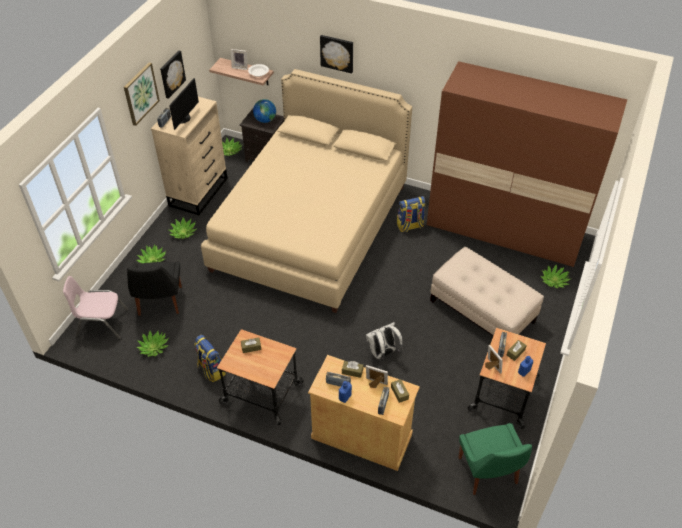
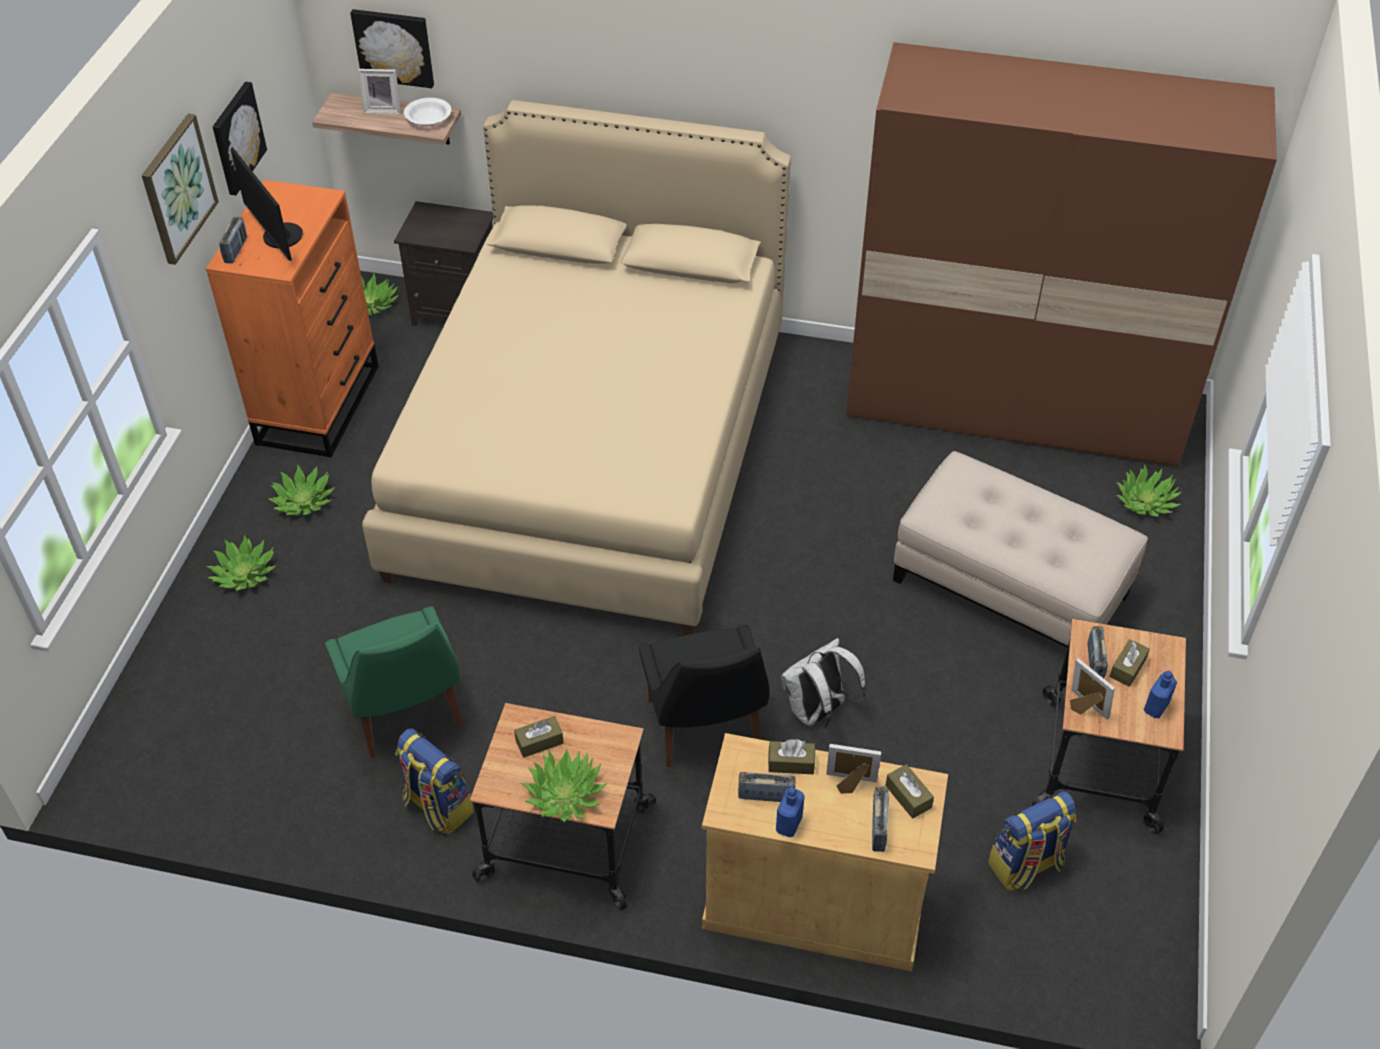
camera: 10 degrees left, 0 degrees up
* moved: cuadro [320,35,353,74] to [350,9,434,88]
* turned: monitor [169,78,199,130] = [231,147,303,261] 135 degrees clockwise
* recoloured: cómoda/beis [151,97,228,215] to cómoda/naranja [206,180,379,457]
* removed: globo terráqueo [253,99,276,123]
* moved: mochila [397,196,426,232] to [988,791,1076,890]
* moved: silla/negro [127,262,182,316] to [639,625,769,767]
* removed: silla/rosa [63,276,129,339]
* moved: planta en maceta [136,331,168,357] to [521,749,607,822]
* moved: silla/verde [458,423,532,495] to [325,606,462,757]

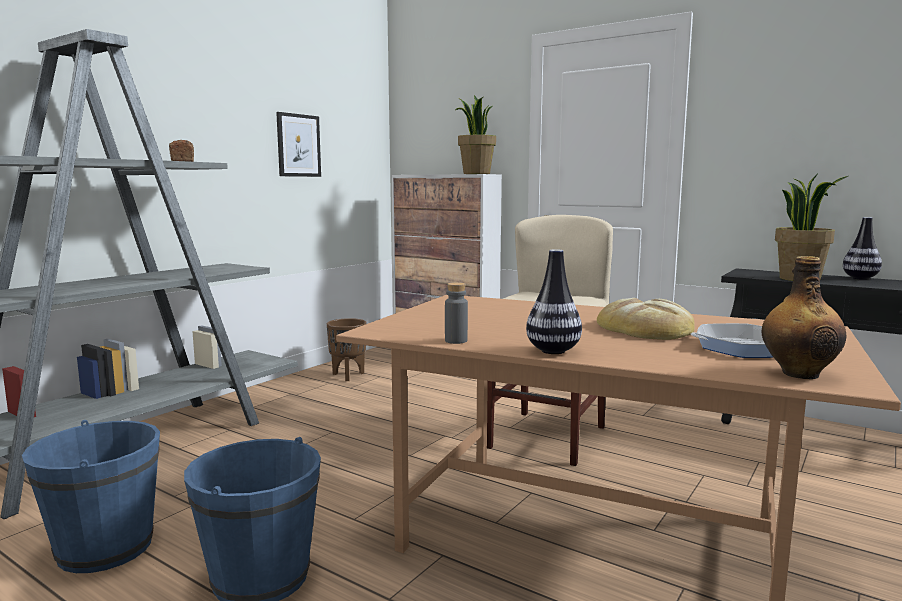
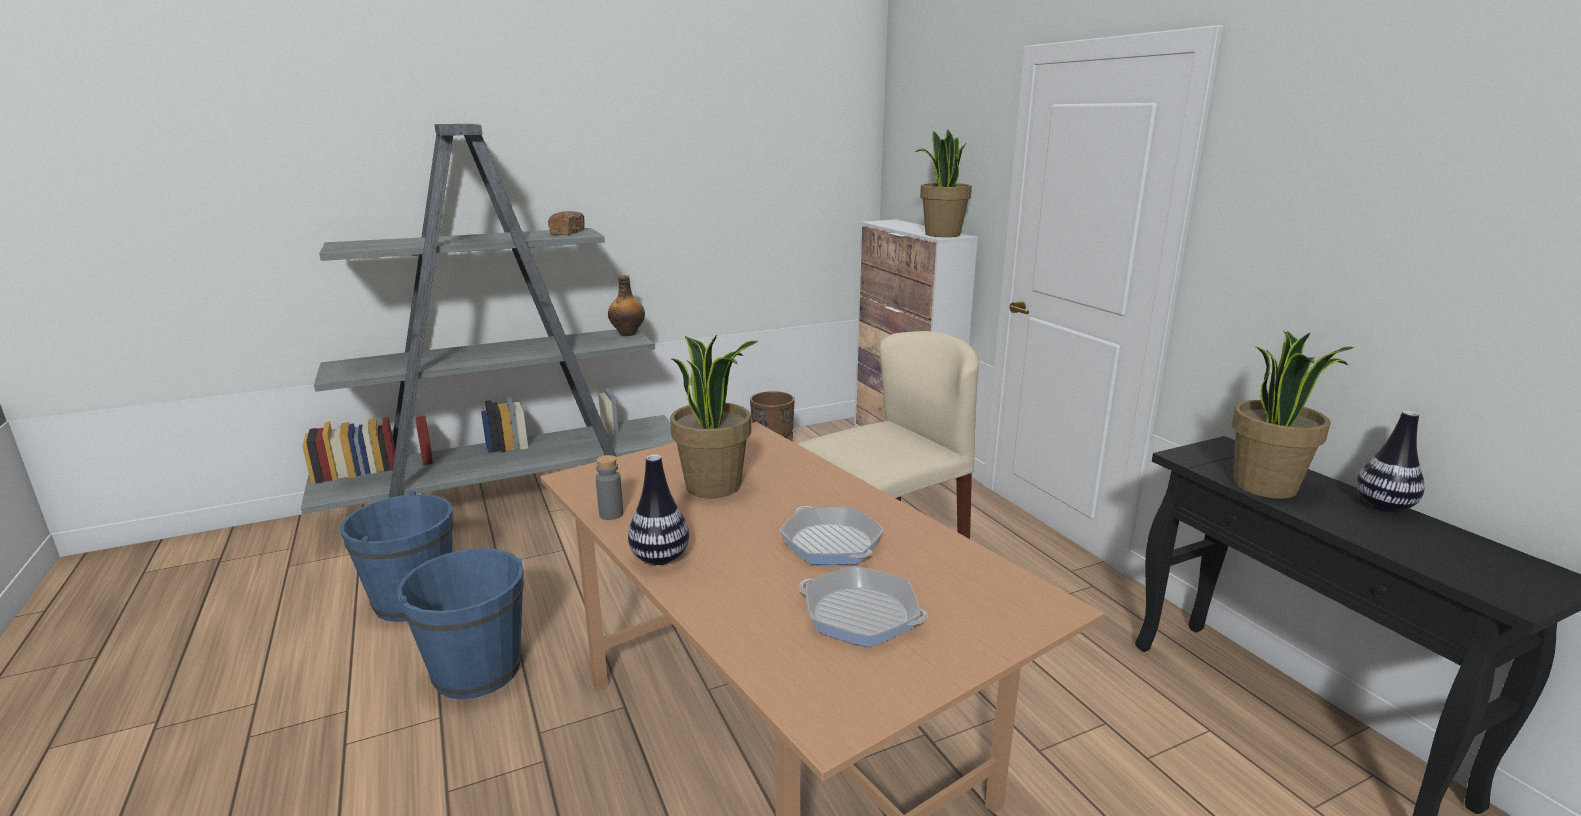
camera: 30 degrees right, 10 degrees up
* removed: cuadro [276,112,321,177]
* moved: botella [762,256,846,379] to [608,275,645,336]
* replaced: pan [597,298,695,340] to sartén [779,506,884,565]
* added: planta en maceta [670,335,758,498]

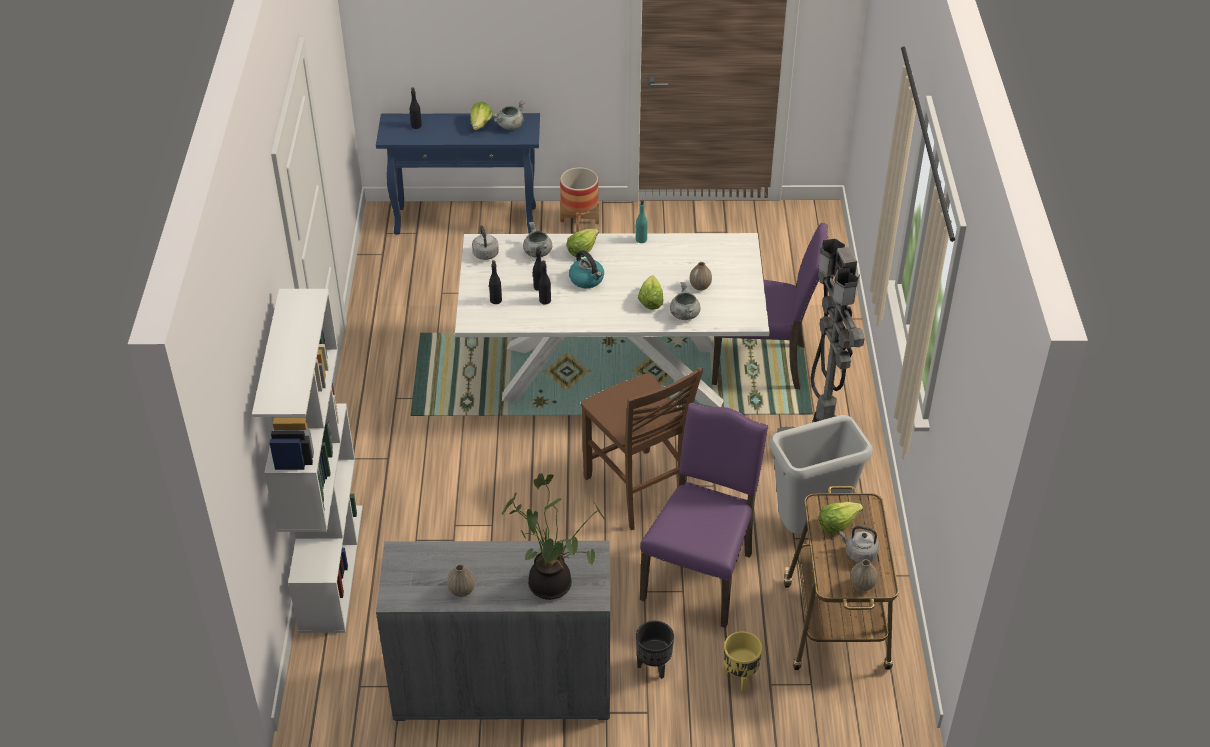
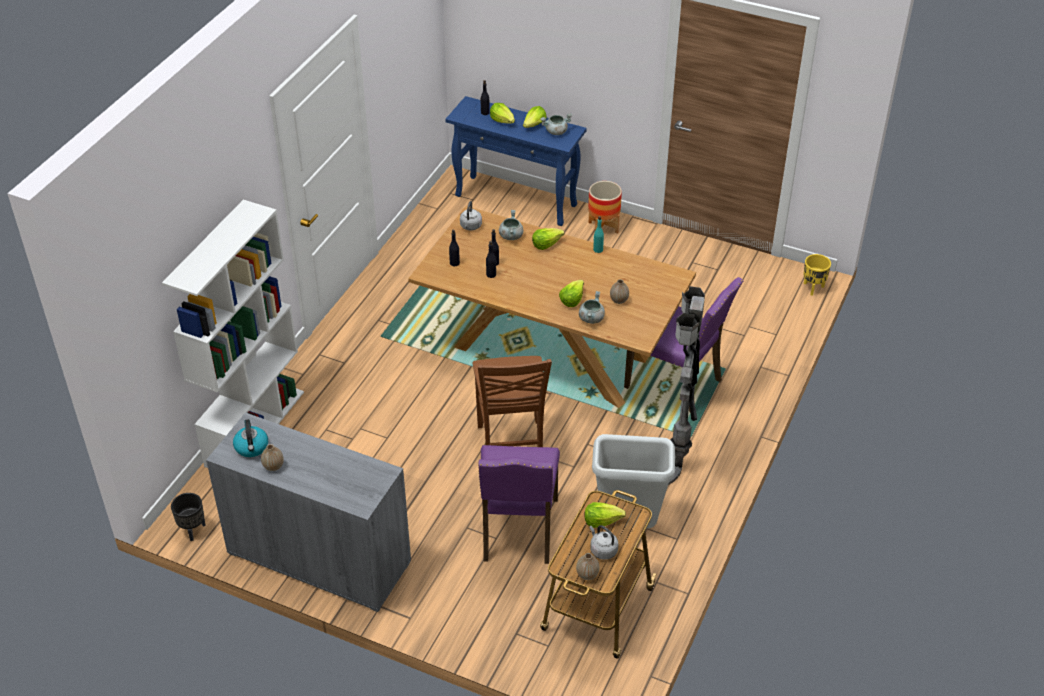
camera: 25 degrees right, 0 degrees up
* recoloured: mesa de comedor/blanco [455,233,769,407] to mesa de comedor/marrón [408,206,696,408]
* moved: hervidor [569,250,604,288] to [233,419,268,457]
* turned: silla/morado [640,403,768,628] = [478,445,560,564] 135 degrees clockwise
* removed: planta en maceta [501,473,606,600]
* moved: maceta/negro [636,621,674,679] to [171,493,206,541]
* moved: maceta/amarillo [724,631,763,691] to [804,254,831,296]
* added: lechuga [490,103,515,124]

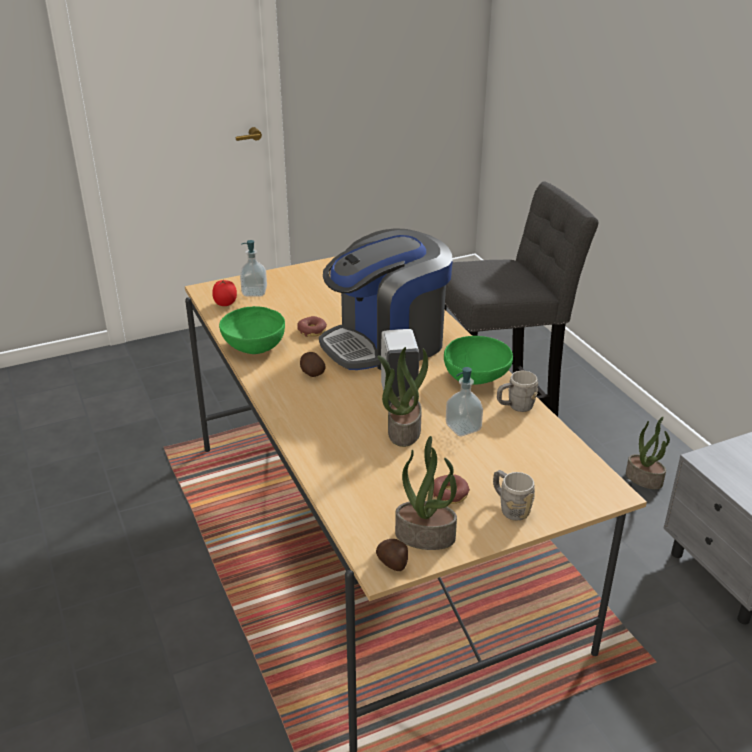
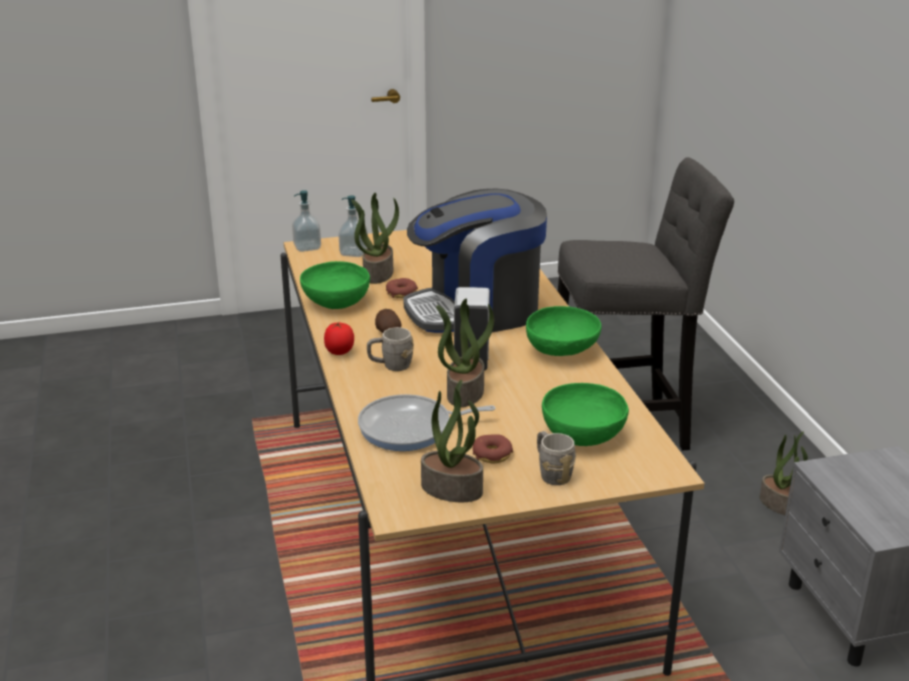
camera: 10 degrees right, 5 degrees down
* moved: tomate [212,280,237,306] to [324,322,354,355]
* moved: dispensador de jabón [446,367,483,437] to [292,190,321,252]
* moved: taza grande/gris [497,371,538,412] to [367,327,414,371]
* removed: patata [376,539,408,571]
* added: planta en maceta [351,193,399,284]
* added: cuenco/verde [542,383,629,446]
* added: sartén [358,394,496,451]

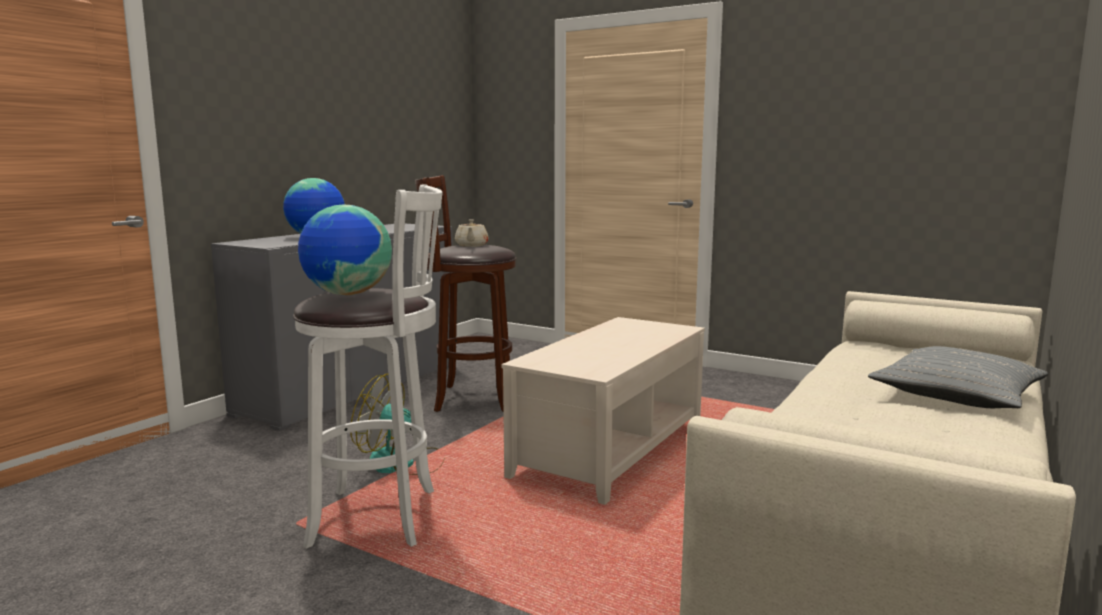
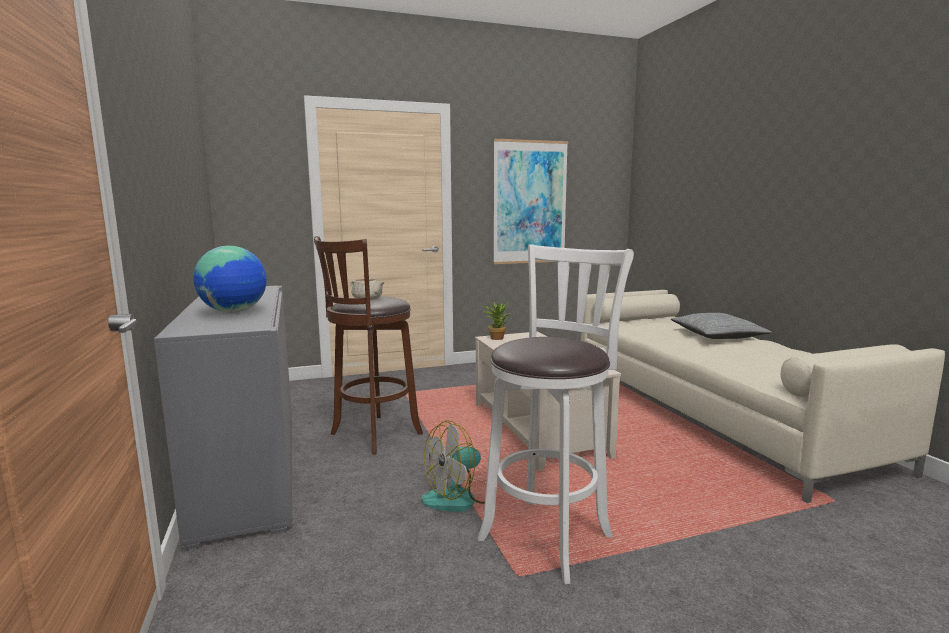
camera: 50 degrees left, 0 degrees up
* removed: globo terráqueo [298,204,392,295]
* added: cuadro [493,139,568,264]
* added: planta en maceta [484,302,510,340]

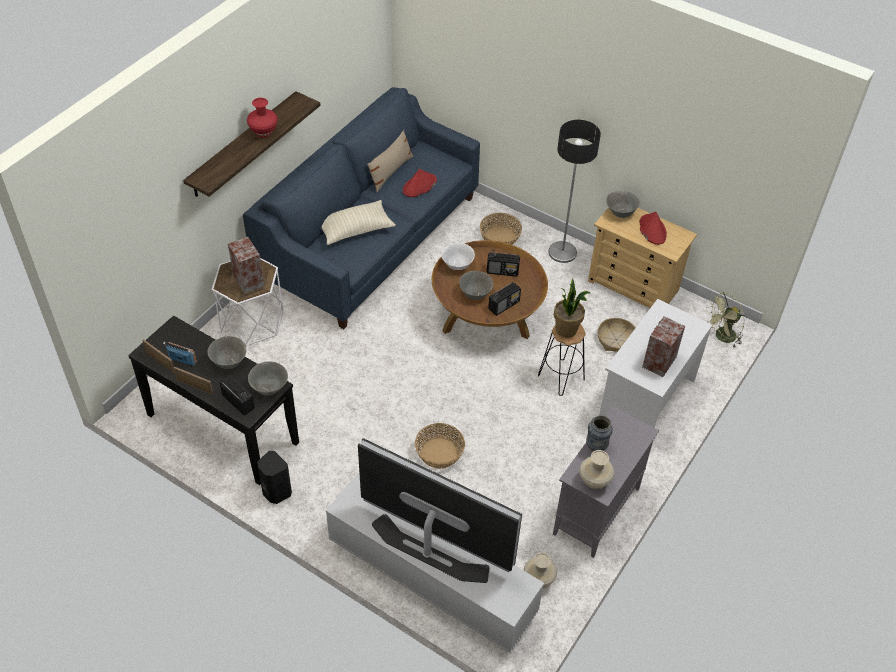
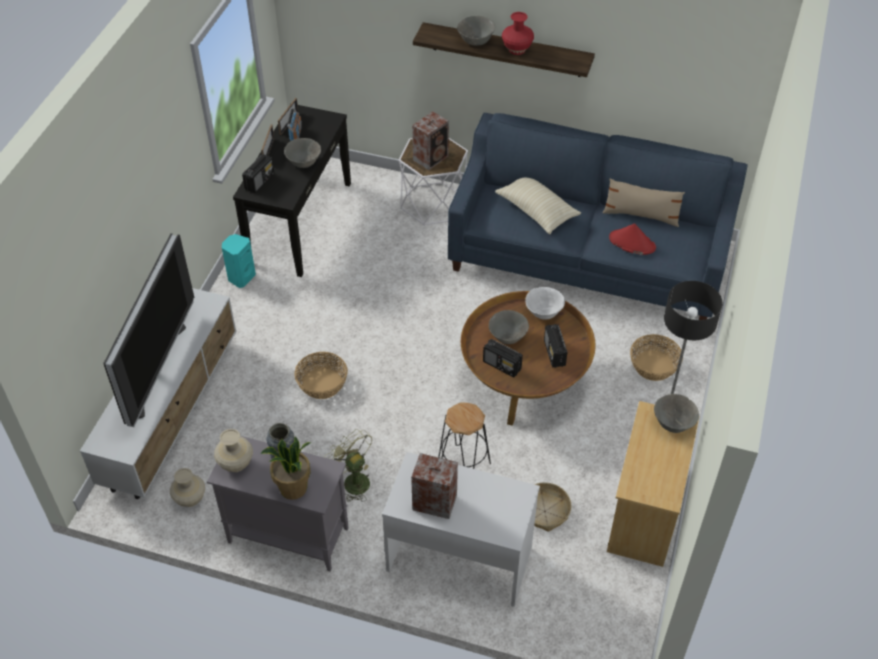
camera: 75 degrees right, 0 degrees up
* removed: sombrero/rojo [639,212,667,245]
* moved: planta en maceta [554,278,591,338] to [260,436,311,500]
* moved: ventilador/verde [706,292,745,348] to [324,429,372,501]
* moved: cuenco/gris [248,361,288,395] to [457,16,495,45]
* recoloured: altavoz/negro [257,451,292,504] to altavoz/turquesa [222,234,256,288]

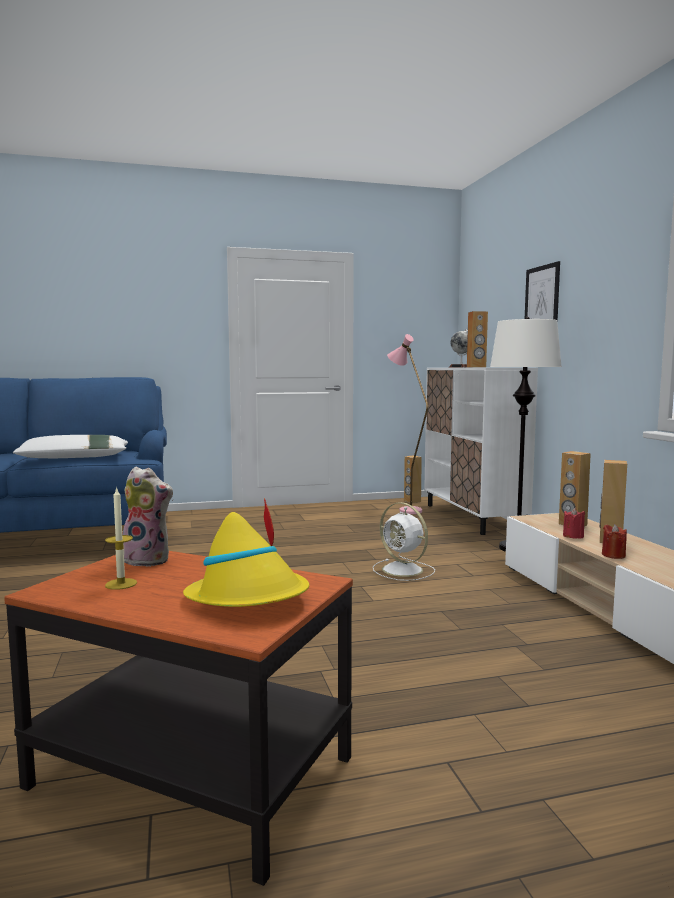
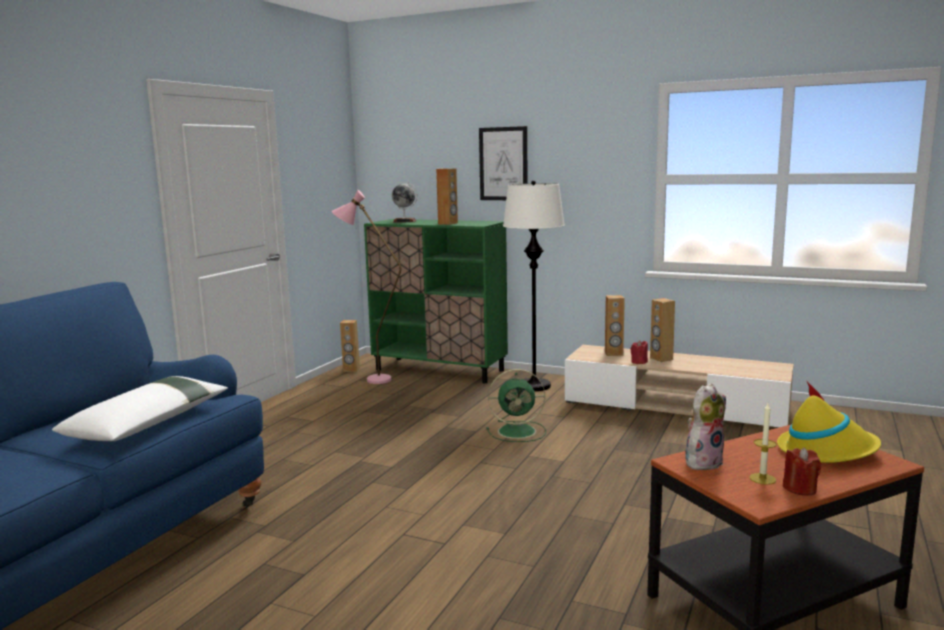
camera: 50 degrees left, 5 degrees up
* recoloured: armario/blanco [424,368,538,535] to armario/verde [364,219,508,383]
* recoloured: ventilador/blanco [373,502,435,581] to ventilador/verde [486,369,546,442]
* moved: vela/rojo [602,524,627,559] to [783,448,821,496]

